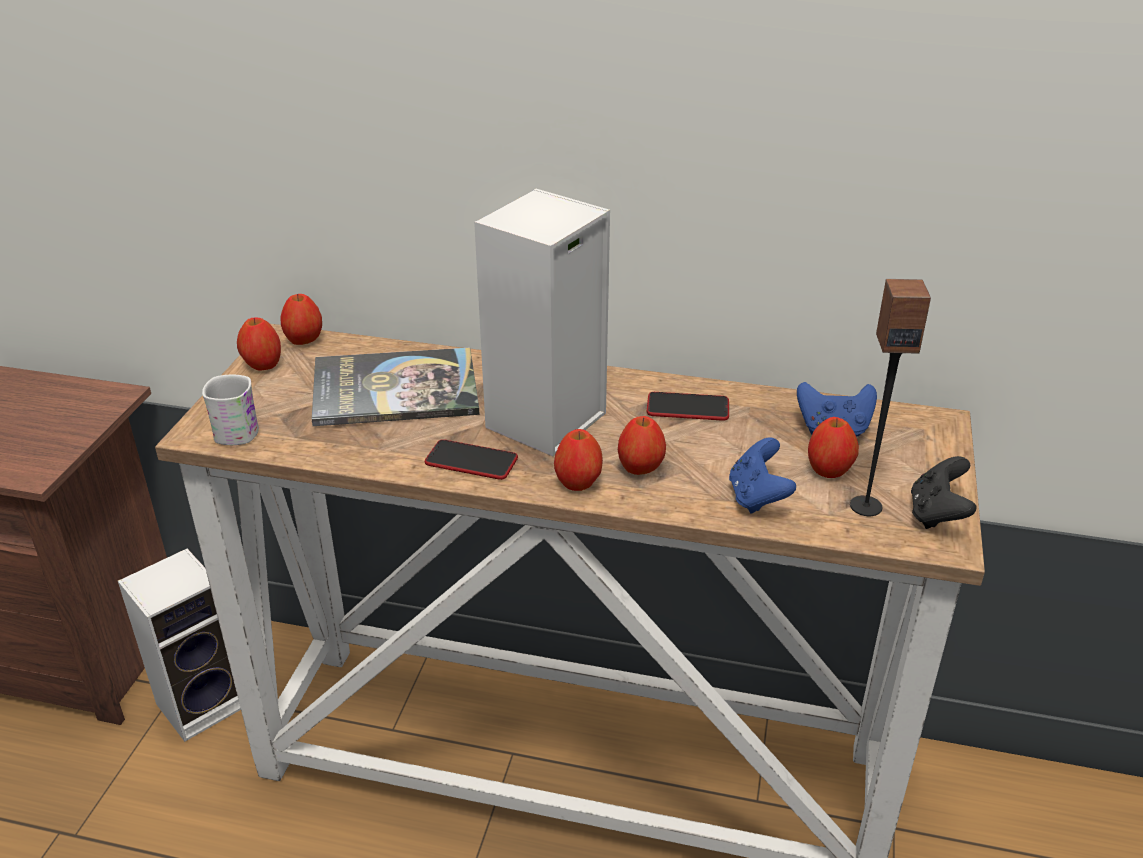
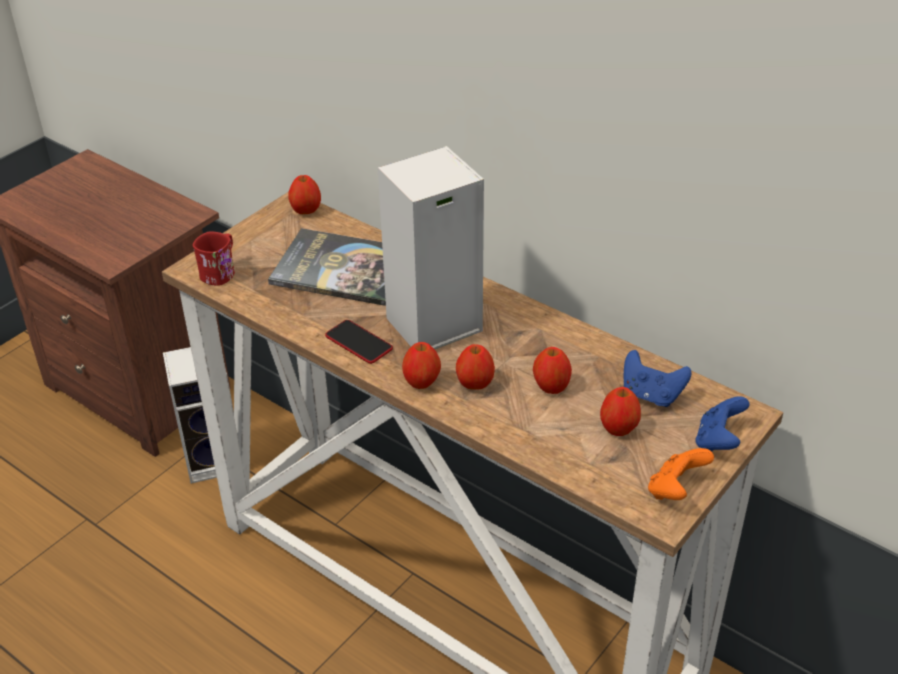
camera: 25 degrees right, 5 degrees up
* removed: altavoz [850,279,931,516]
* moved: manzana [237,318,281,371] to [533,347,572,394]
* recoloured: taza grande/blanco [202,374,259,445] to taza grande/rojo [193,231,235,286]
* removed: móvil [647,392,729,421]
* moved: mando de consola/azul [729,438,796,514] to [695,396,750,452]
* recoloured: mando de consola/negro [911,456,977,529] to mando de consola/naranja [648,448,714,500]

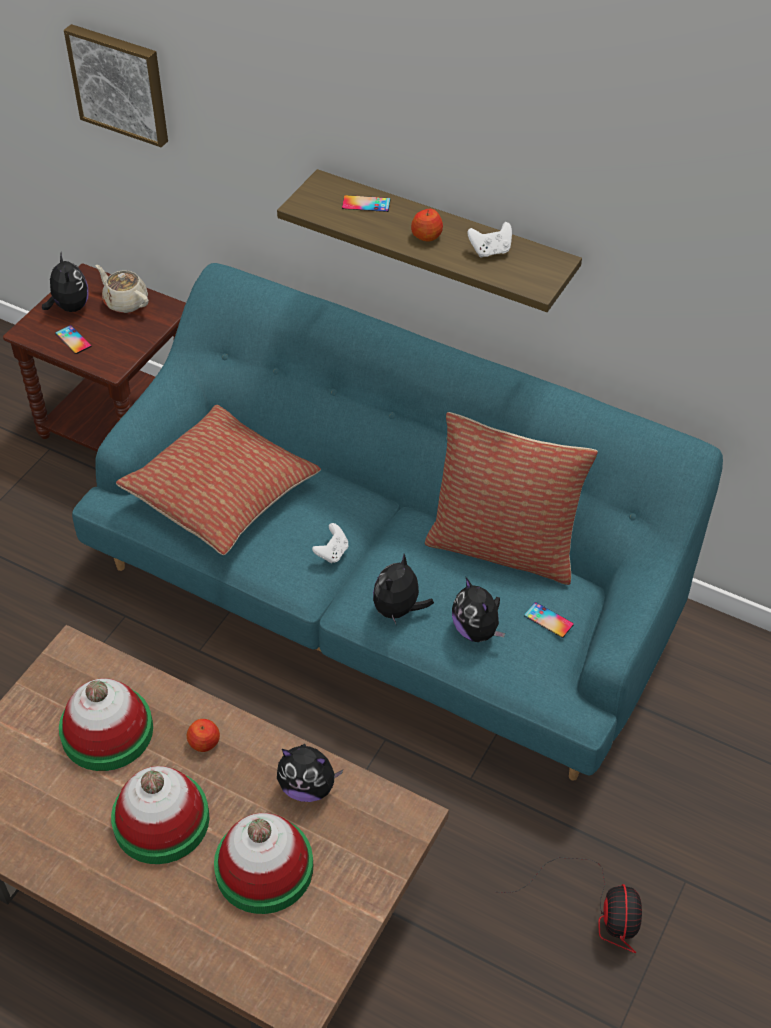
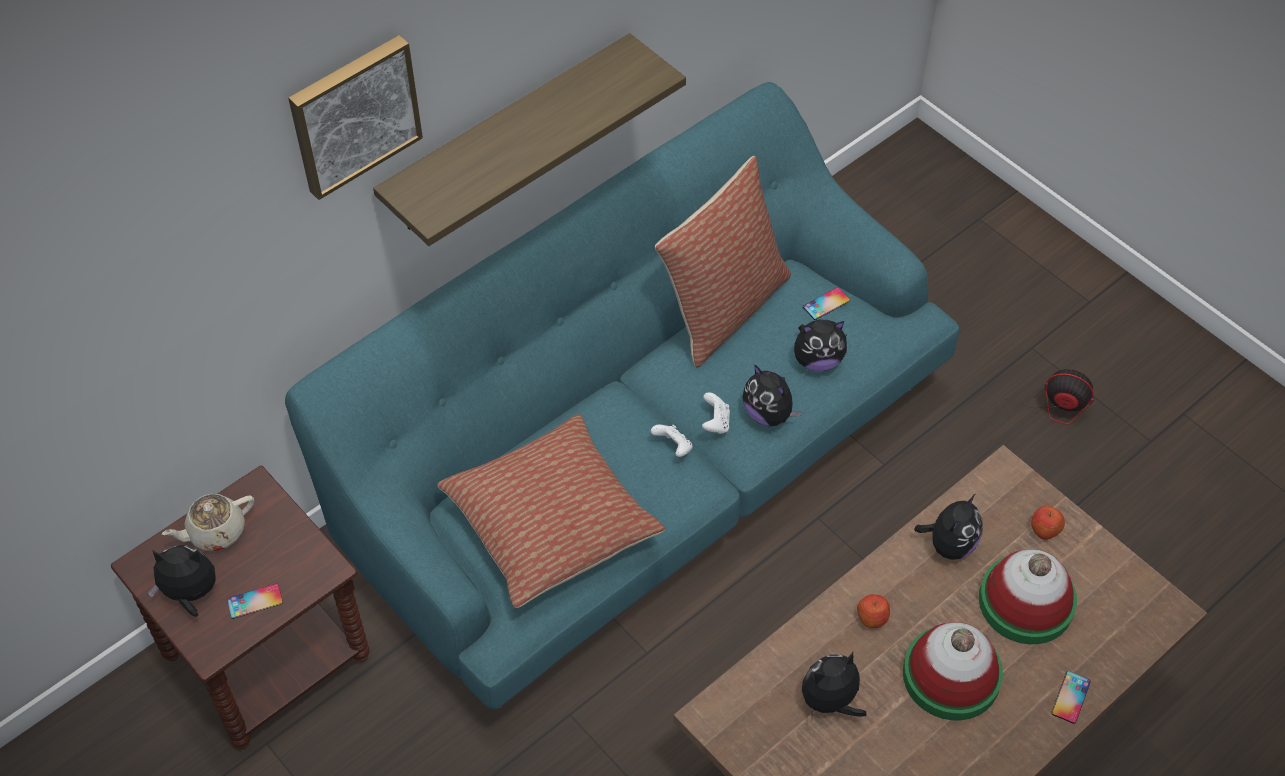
camera: 70 degrees left, 5 degrees up
* moved: cuadro [64,24,168,147] to [288,35,423,200]
* moved: móvil [342,195,390,212] to [1051,671,1091,724]
* moved: manzana [411,209,443,242] to [1031,506,1065,540]
* moved: mando de consola/blanco [468,222,512,258] to [702,392,730,434]
* replaced: sombrero [59,678,153,771] to peluche [802,652,867,719]

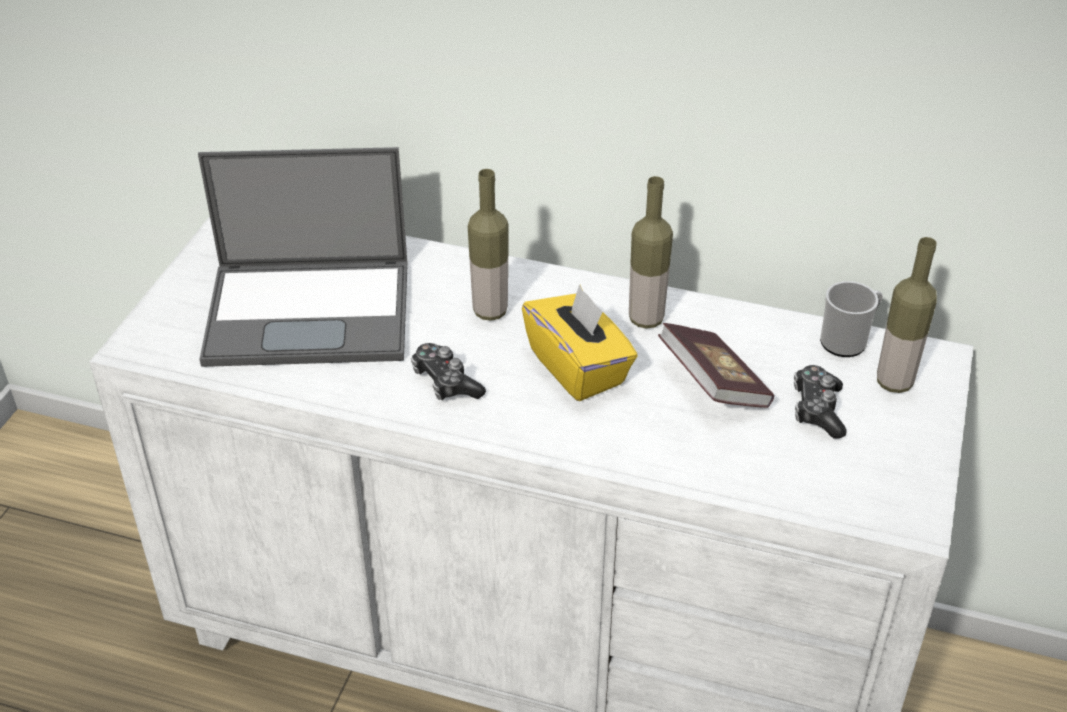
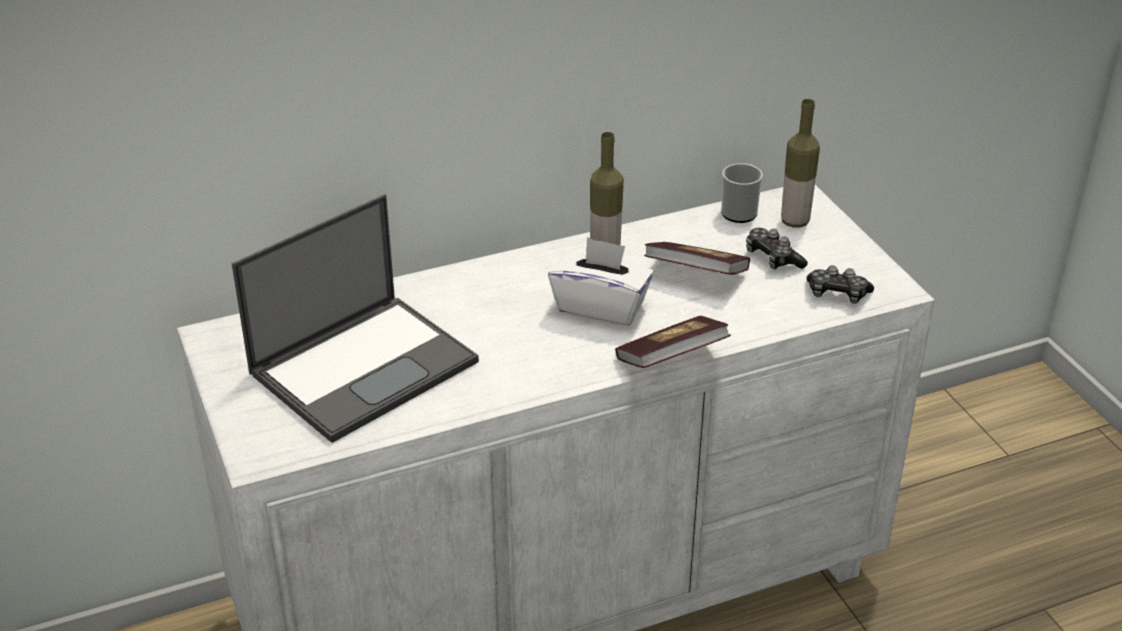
camera: 40 degrees left, 5 degrees down
* removed: botella [468,169,509,321]
* recoloured: caja de pañuelos/amarillo [522,284,638,401] to caja de pañuelos/blanco [548,237,654,326]
* moved: mando de consola [411,343,486,400] to [807,265,874,304]
* added: libro [615,316,731,368]

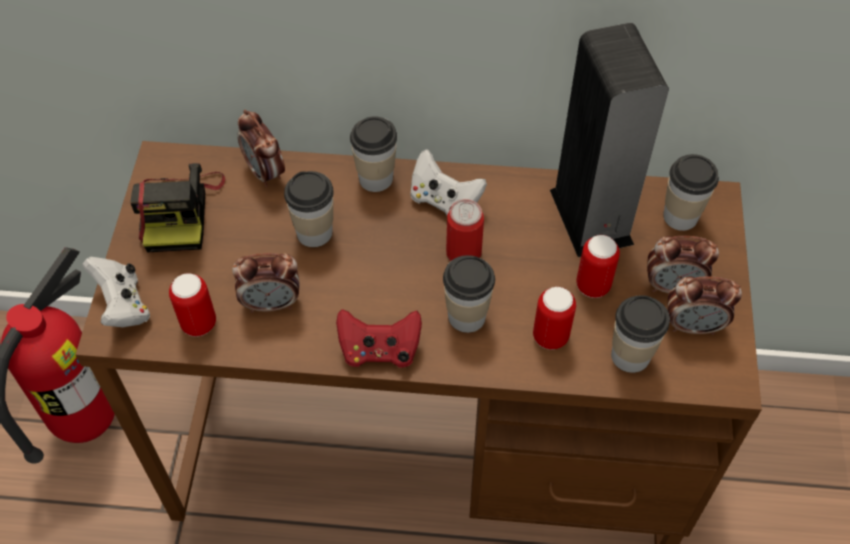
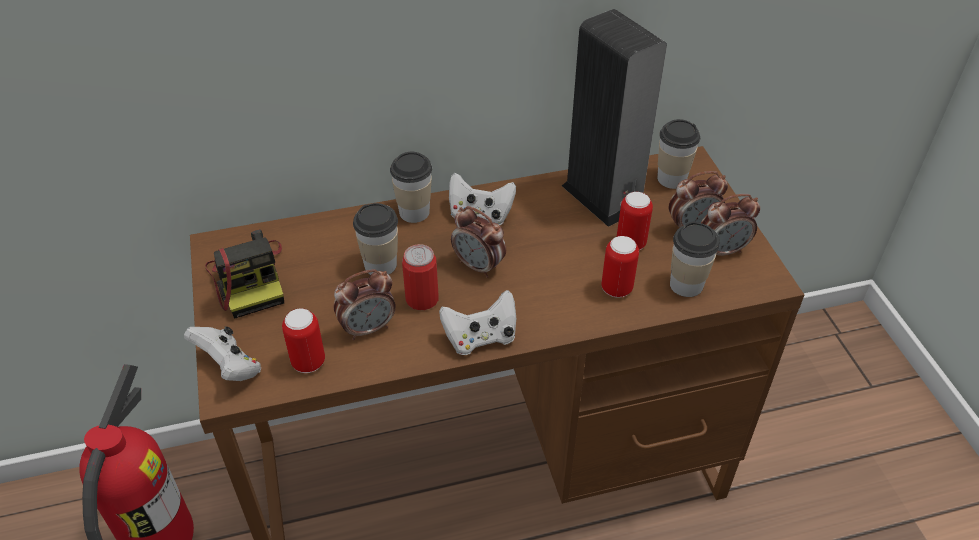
camera: 20 degrees left, 10 degrees down
* moved: despertador [237,110,285,187] to [451,206,506,278]
* moved: lata [446,199,484,261] to [402,244,439,310]
* removed: taza [443,255,495,333]
* recoloured: mando de consola/rojo [336,309,422,368] to mando de consola/blanco [439,290,516,355]

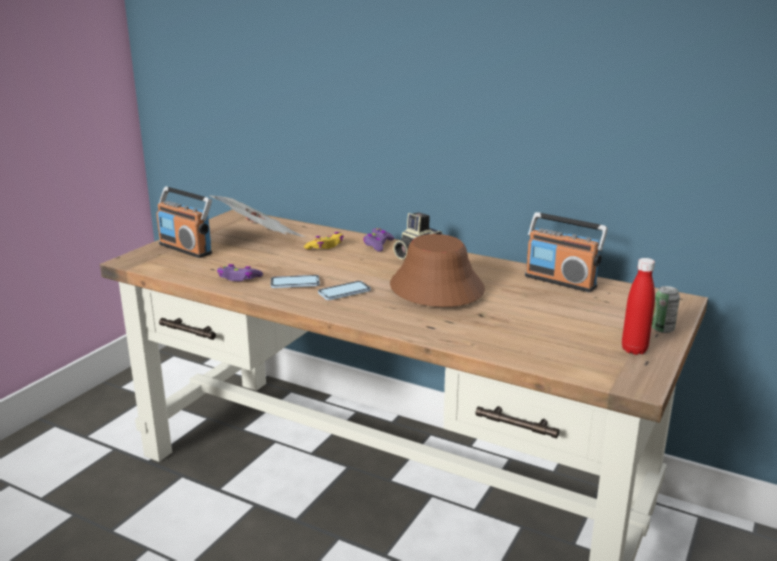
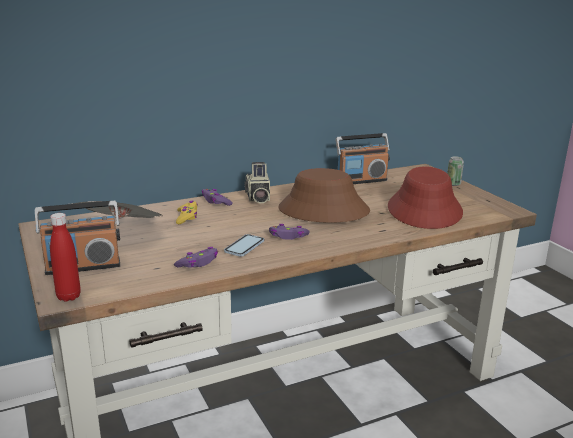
camera: 55 degrees left, 0 degrees up
* moved: botella/rojo [622,258,655,355] to [50,213,81,302]
* replaced: móvil [318,281,371,300] to mando de consola/morado [269,224,309,240]
* added: sombrero/rojo [388,166,463,229]

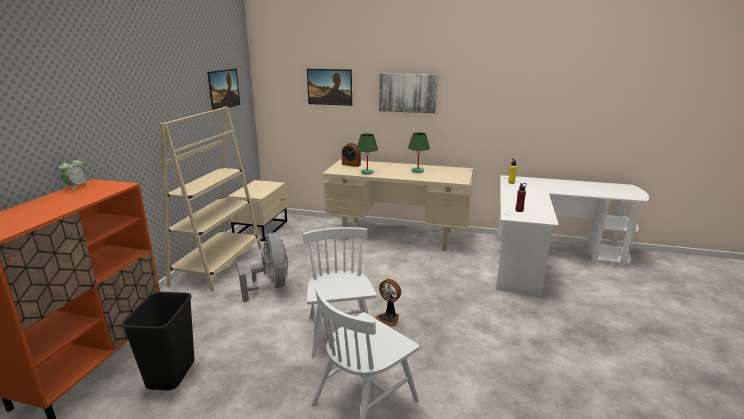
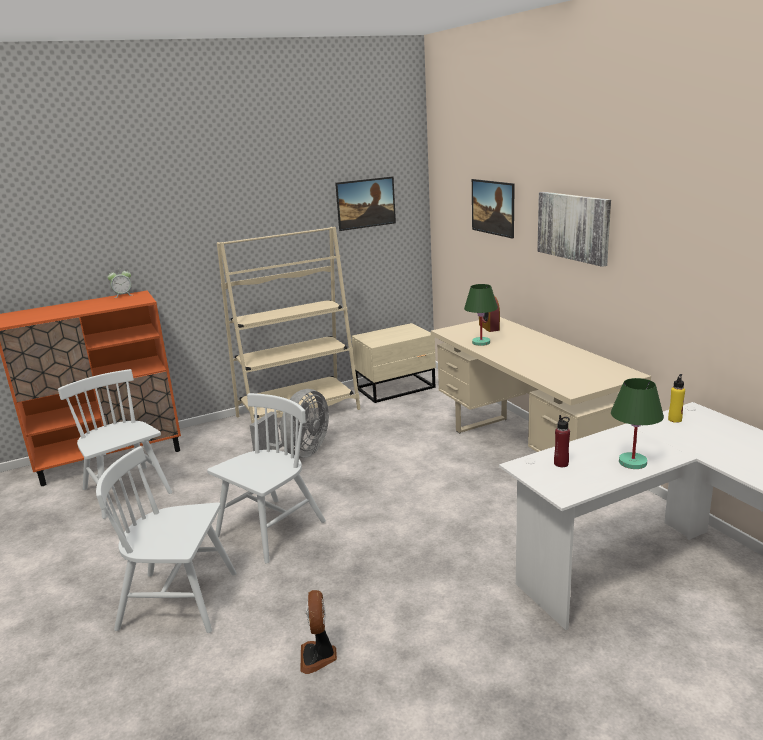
camera: 50 degrees right, 0 degrees up
* moved: lámpara de mesa/verde [408,133,430,173] to [611,378,664,469]
* moved: ventilador [375,279,401,327] to [300,590,337,674]
* replaced: papelera/negro [121,292,195,390] to silla/blanco [58,369,172,519]

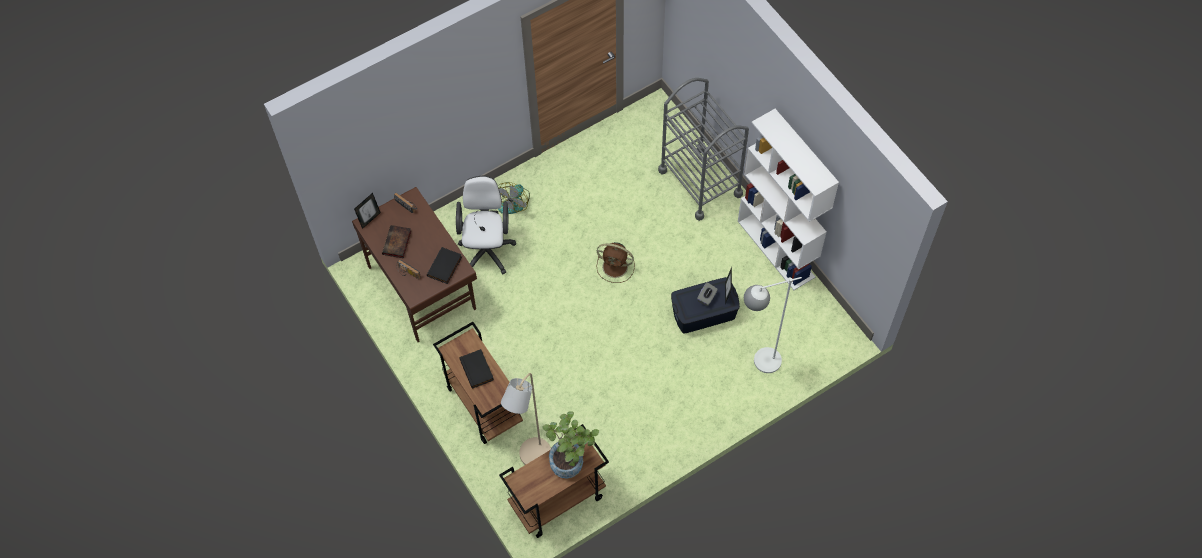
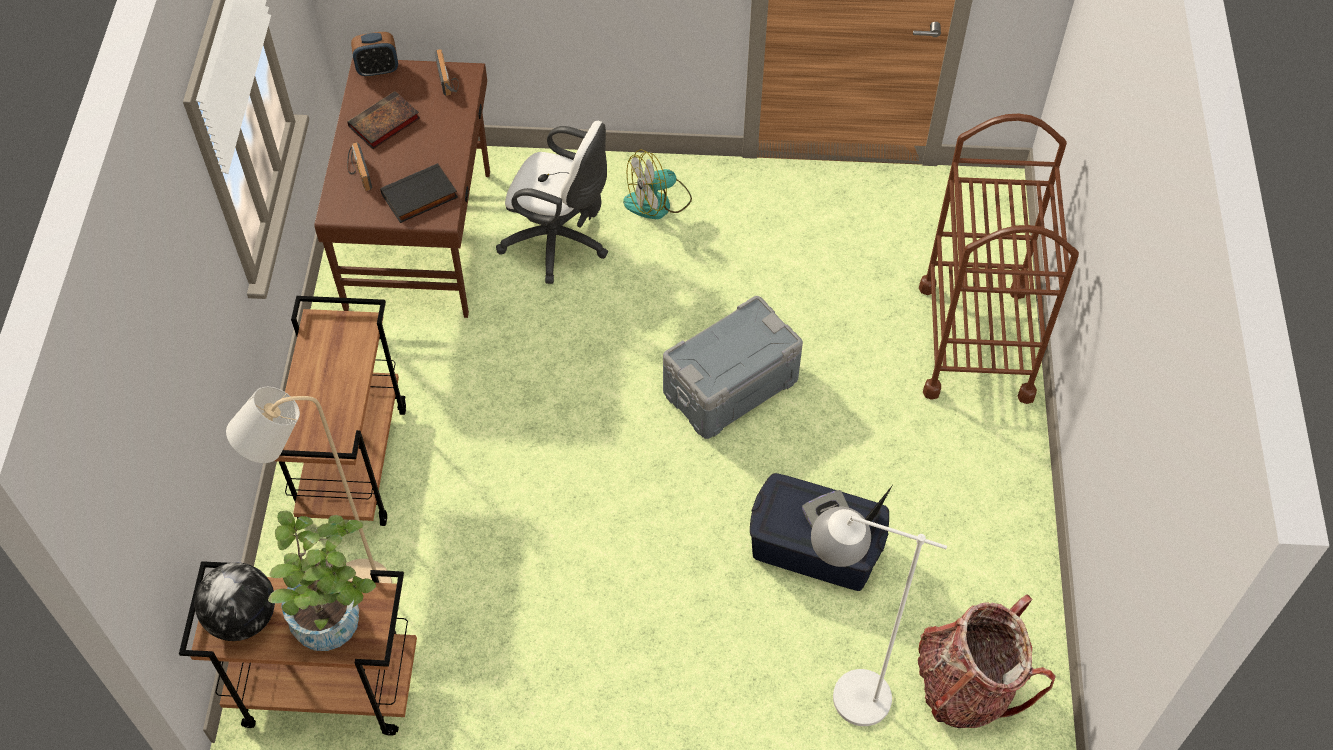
camera: 35 degrees right, 5 degrees down
* recoloured: carrito/gris [658,78,749,221] to carrito/marrón [919,114,1079,404]
* removed: estantería/blanco [738,109,839,290]
* turned: silla de oficina/blanco [456,176,516,274] = [496,121,608,284] 75 degrees clockwise
* replaced: portarretratos [354,193,381,229] to despertador [351,32,398,77]
* replaced: ventilador/marrón [597,242,635,283] to caja de almacenaje/gris [663,296,803,439]
* removed: libro/negro [459,349,494,389]
* added: globo terráqueo [194,563,275,641]
* added: mochila [918,595,1056,728]

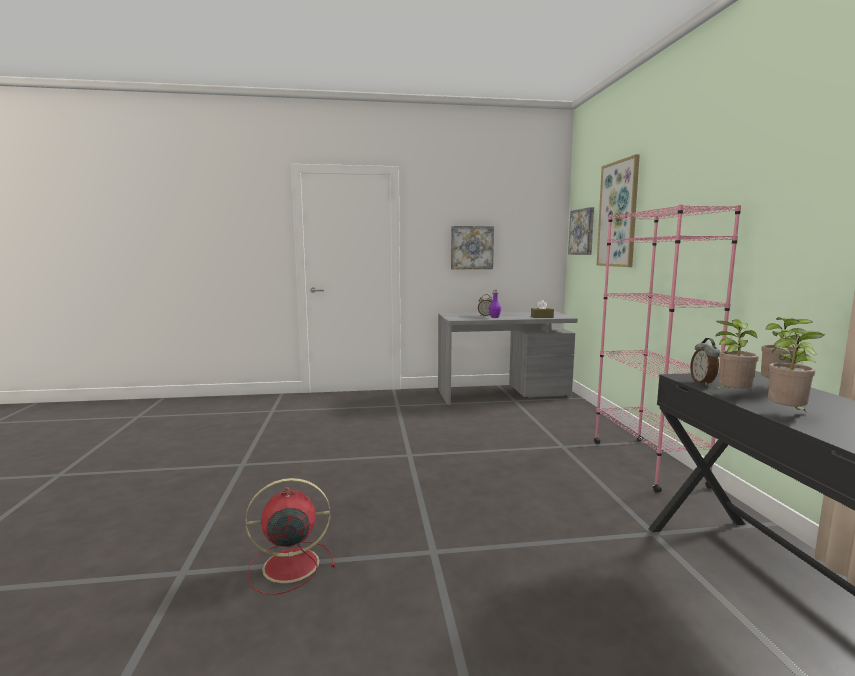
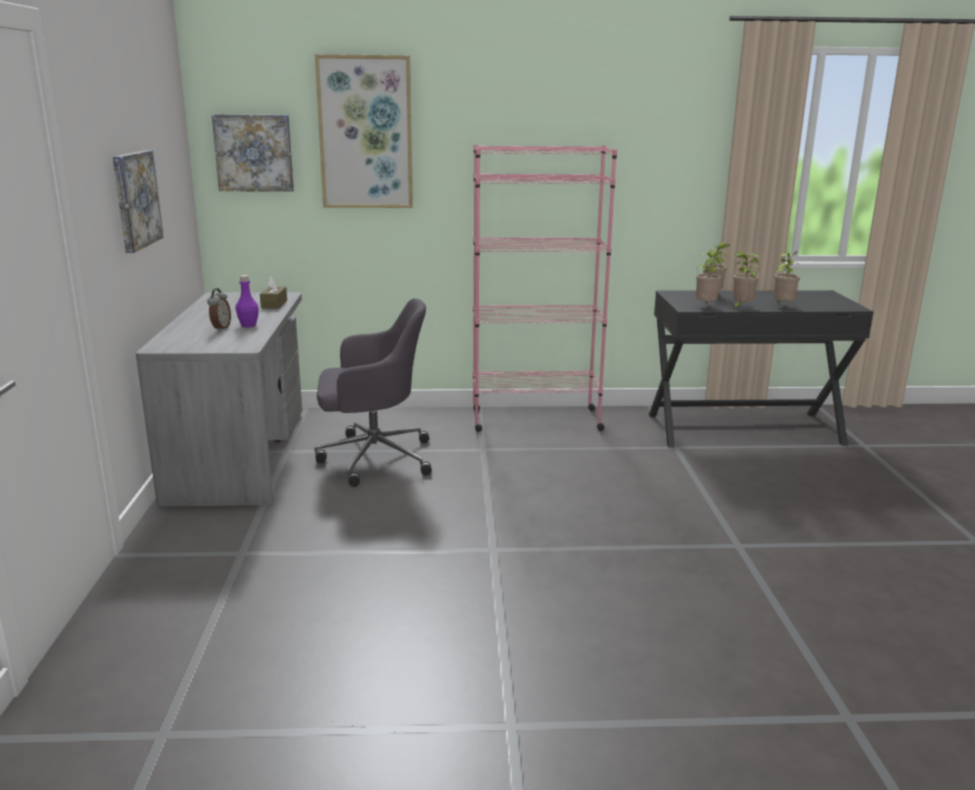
camera: 85 degrees left, 10 degrees up
* replaced: despertador [690,338,720,386] to planta en maceta [696,251,724,303]
* removed: ventilador/rojo [245,478,335,595]
* added: silla de oficina/gris [314,298,432,487]

